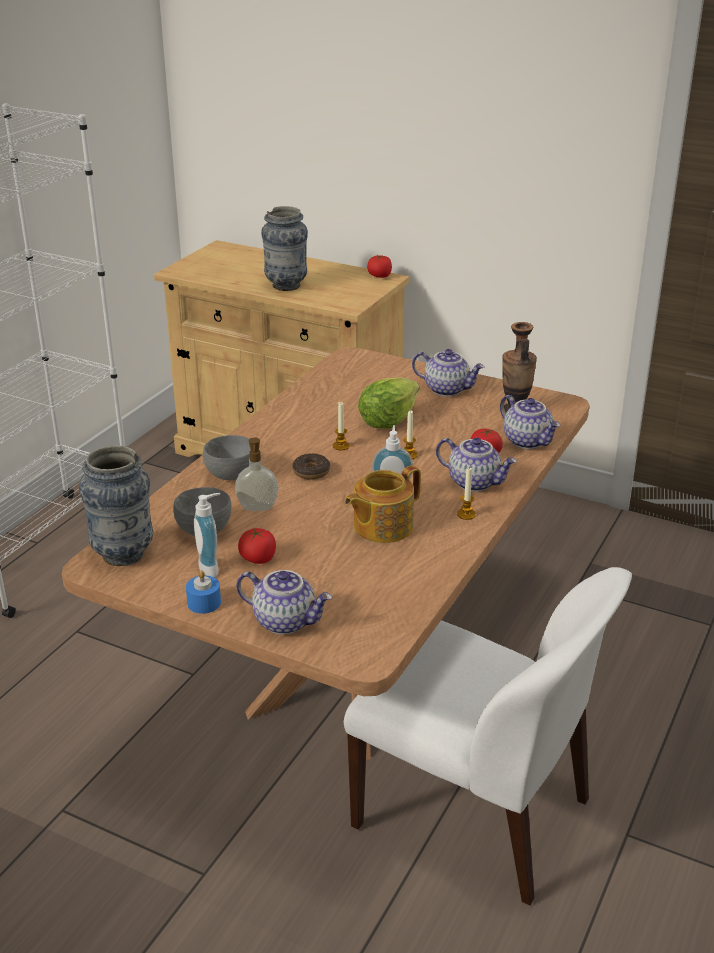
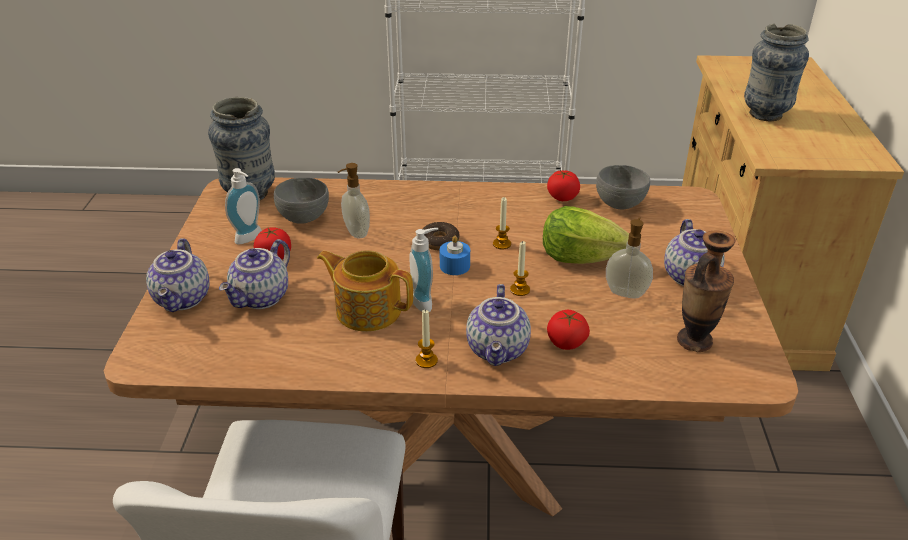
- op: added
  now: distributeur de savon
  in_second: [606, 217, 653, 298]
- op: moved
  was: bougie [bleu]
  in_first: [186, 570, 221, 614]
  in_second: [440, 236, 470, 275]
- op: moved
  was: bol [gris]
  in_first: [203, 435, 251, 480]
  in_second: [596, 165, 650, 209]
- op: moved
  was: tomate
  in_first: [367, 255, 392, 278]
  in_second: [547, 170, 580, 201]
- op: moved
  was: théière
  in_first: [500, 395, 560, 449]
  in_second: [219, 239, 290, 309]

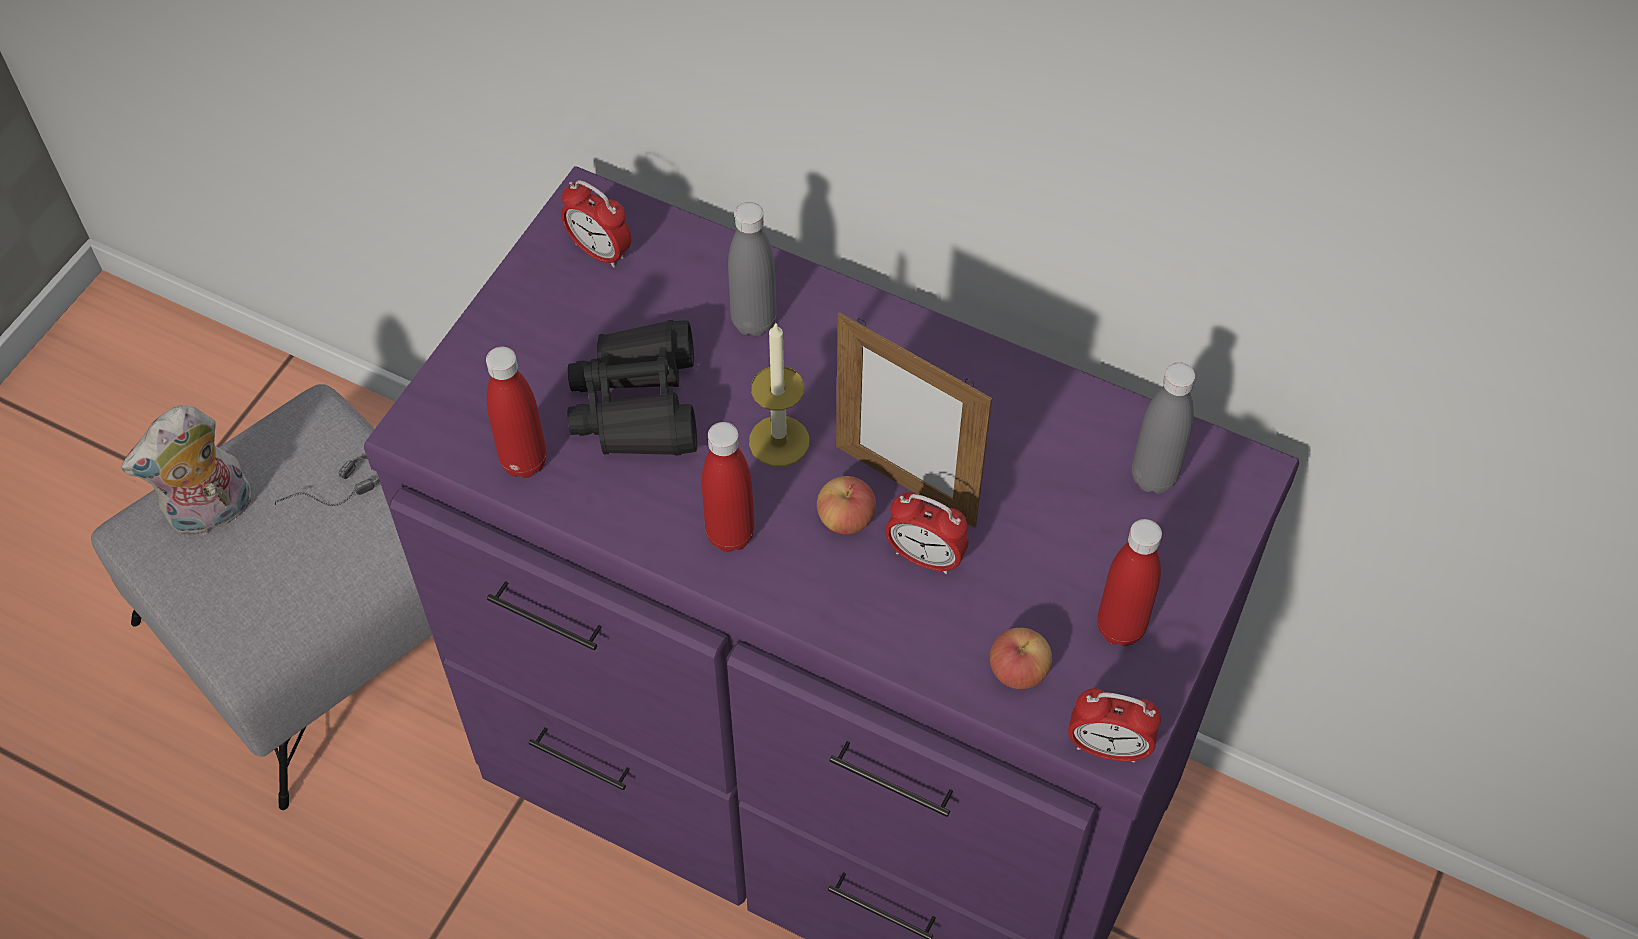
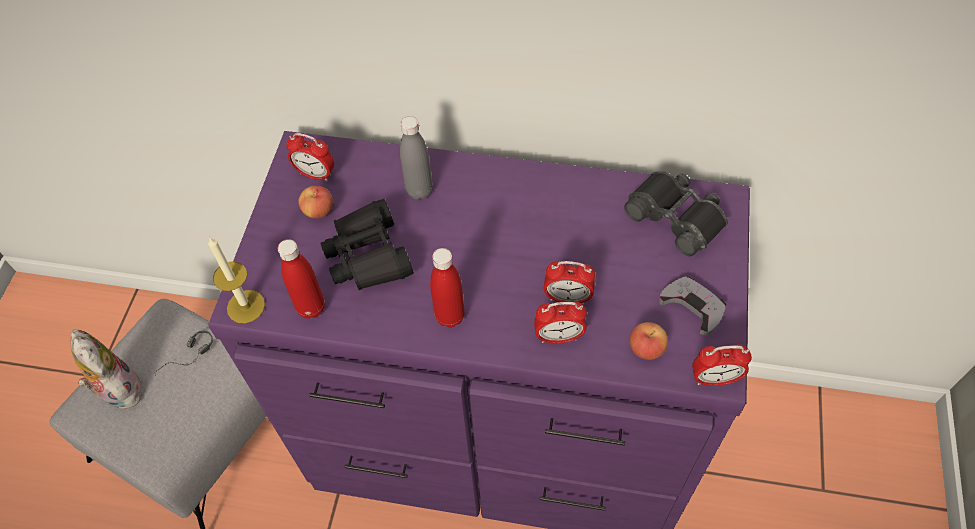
- op: removed
  was: cadre photo
  in_first: [836, 312, 992, 528]
- op: added
  now: réveil
  in_second: [534, 301, 587, 343]
- op: moved
  was: bougie
  in_first: [749, 322, 809, 467]
  in_second: [208, 237, 265, 323]
- op: moved
  was: pomme
  in_first: [817, 476, 876, 534]
  in_second: [298, 185, 333, 219]
- op: replaced
  was: bouteille [rouge]
  now: manette [gris]
  in_first: [1097, 519, 1162, 646]
  in_second: [658, 276, 726, 336]
- op: replaced
  was: bouteille [gris]
  now: jumelles [noir]
  in_first: [1132, 362, 1195, 494]
  in_second: [624, 171, 728, 257]
- op: turned
  was: peluche
  in_first: [121, 405, 251, 538]
  in_second: [71, 329, 142, 409]
  clockwise: 105

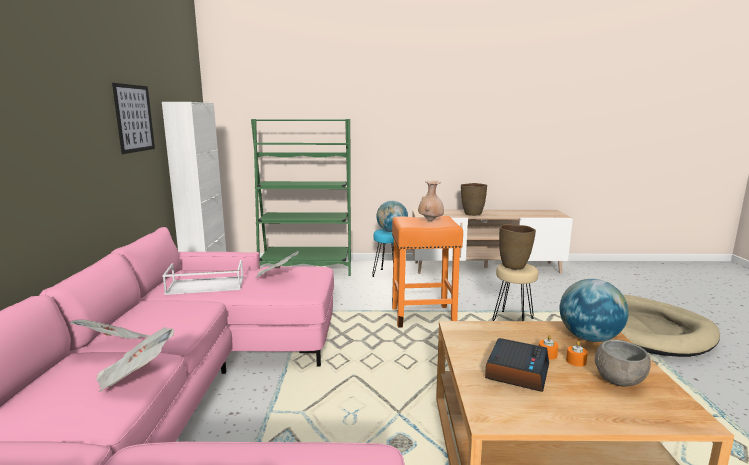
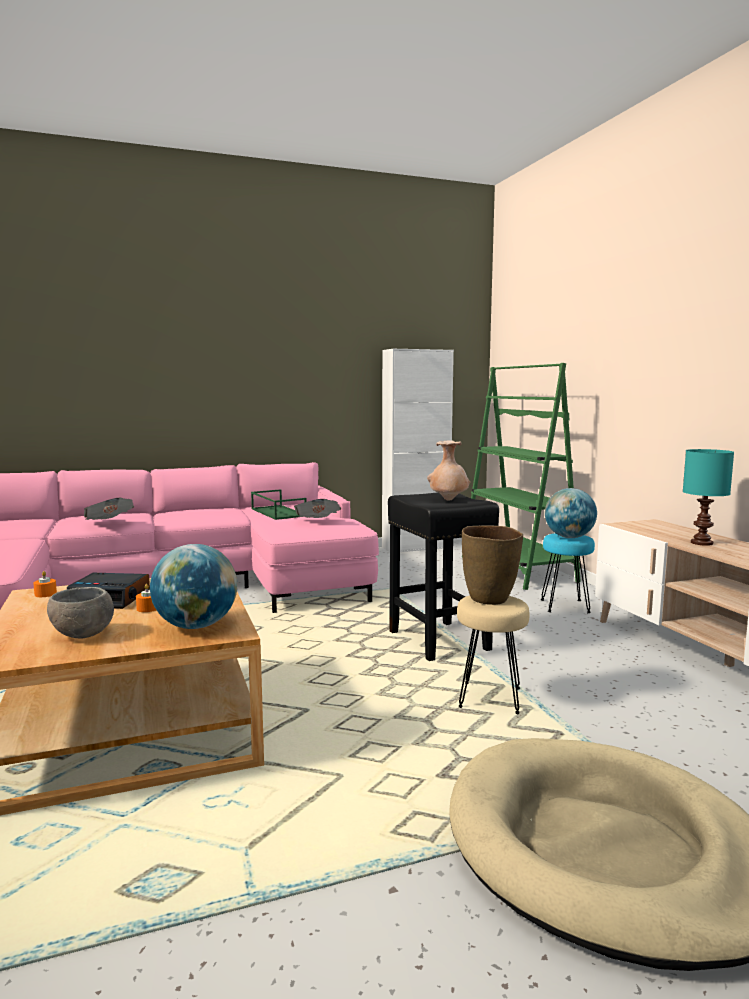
- op: removed
  was: journal
  in_first: [70, 319, 151, 339]
- op: removed
  was: tableau
  in_first: [112, 83, 155, 154]
- op: moved
  was: bougie [orange]
  in_first: [566, 341, 588, 367]
  in_second: [33, 571, 57, 597]
- op: replaced
  was: vase [marron]
  now: lampe de table [turquoise]
  in_first: [461, 183, 487, 216]
  in_second: [683, 449, 734, 546]
- op: recoloured
  was: plateau [blanc]
  now: plateau [vert]
  in_first: [162, 260, 244, 295]
  in_second: [251, 489, 306, 520]
- op: recoloured
  was: tabouret [orange]
  now: tabouret [noir]
  in_first: [392, 216, 463, 328]
  in_second: [388, 492, 499, 661]

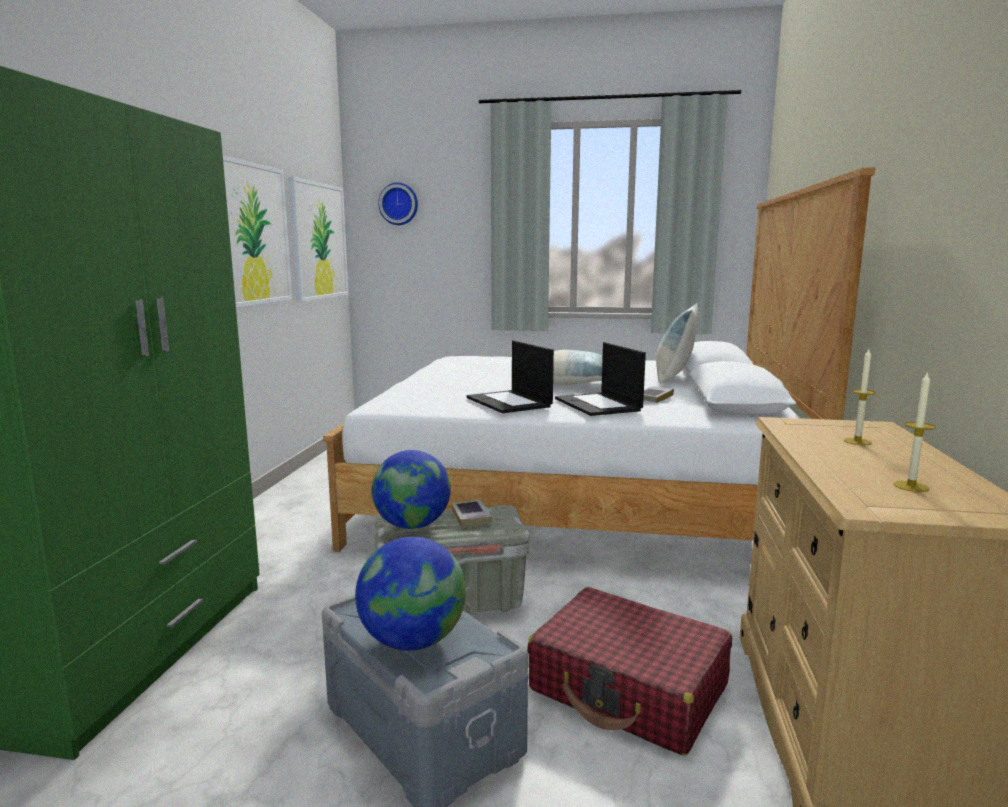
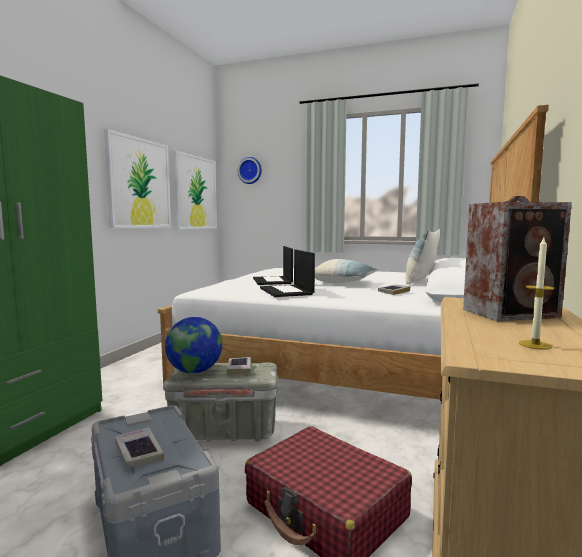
- op: moved
  was: ordinateur portable
  in_first: [555, 342, 646, 416]
  in_second: [253, 246, 293, 285]
- op: replaced
  was: globe
  now: livre
  in_first: [355, 537, 466, 651]
  in_second: [115, 427, 164, 468]
- op: replaced
  was: bougie
  now: enceinte
  in_first: [844, 349, 876, 445]
  in_second: [463, 196, 572, 321]

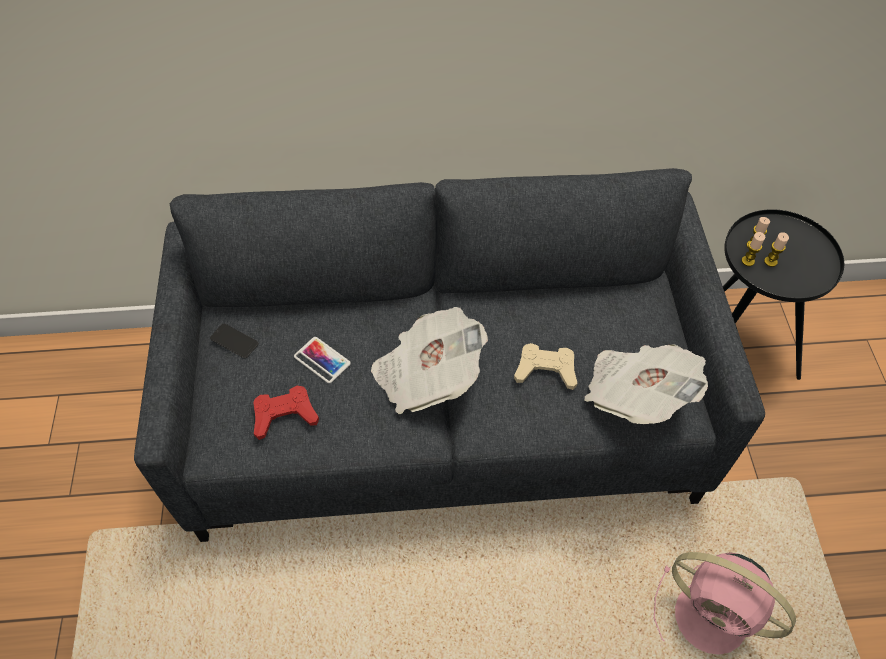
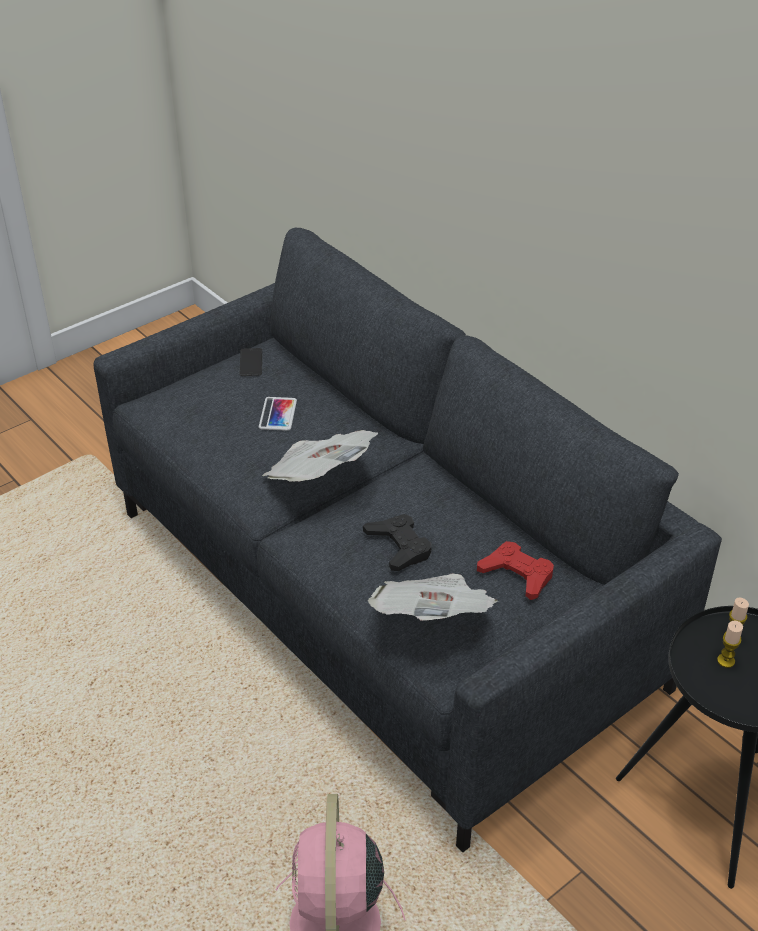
- op: removed
  was: bougie
  in_first: [741, 232, 765, 266]
- op: moved
  was: manette [rouge]
  in_first: [253, 386, 319, 440]
  in_second: [477, 541, 554, 600]
- op: recoloured
  was: manette [beige]
  now: manette [noir]
  in_first: [514, 343, 577, 390]
  in_second: [363, 514, 432, 571]

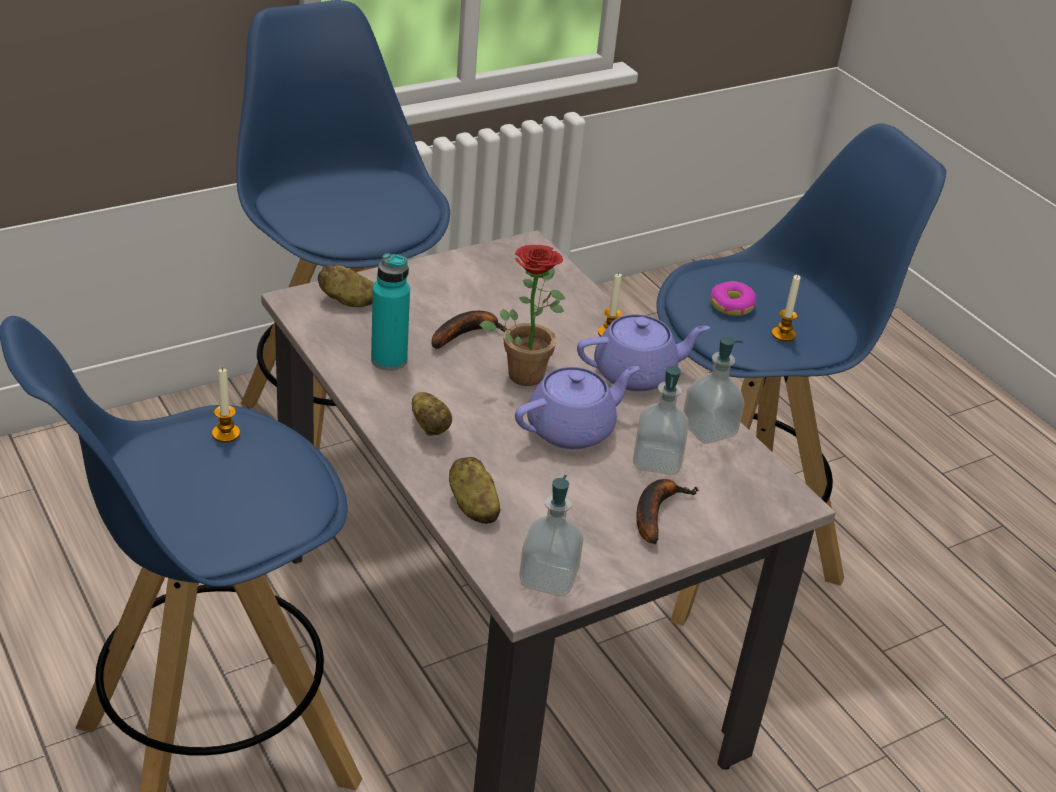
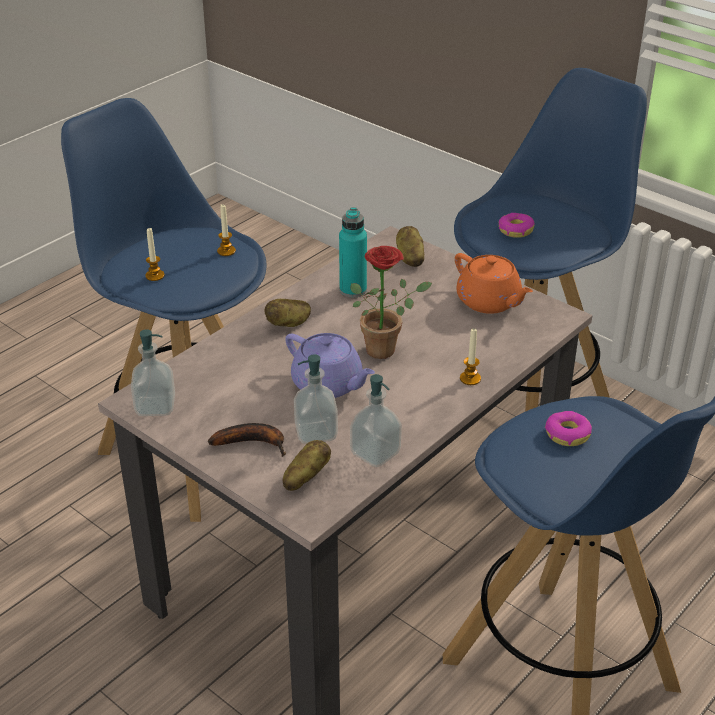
- op: removed
  was: banane
  in_first: [431, 311, 507, 349]
- op: removed
  was: théière [violet]
  in_first: [577, 314, 710, 392]
- op: added
  now: théière [orange]
  in_second: [455, 253, 533, 314]
- op: added
  now: beignet
  in_second: [499, 213, 535, 238]
- op: moved
  was: pomme de terre
  in_first: [449, 457, 501, 524]
  in_second: [283, 440, 331, 491]
- op: moved
  was: bougie
  in_first: [772, 275, 801, 342]
  in_second: [145, 228, 165, 281]

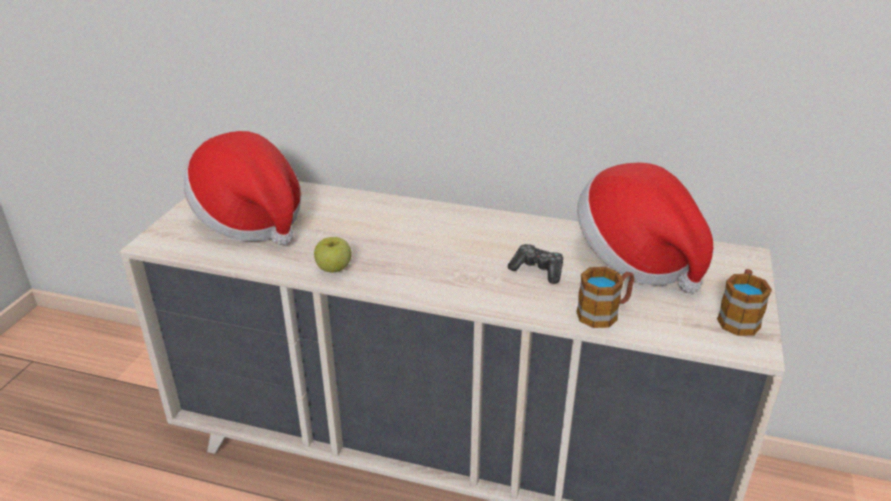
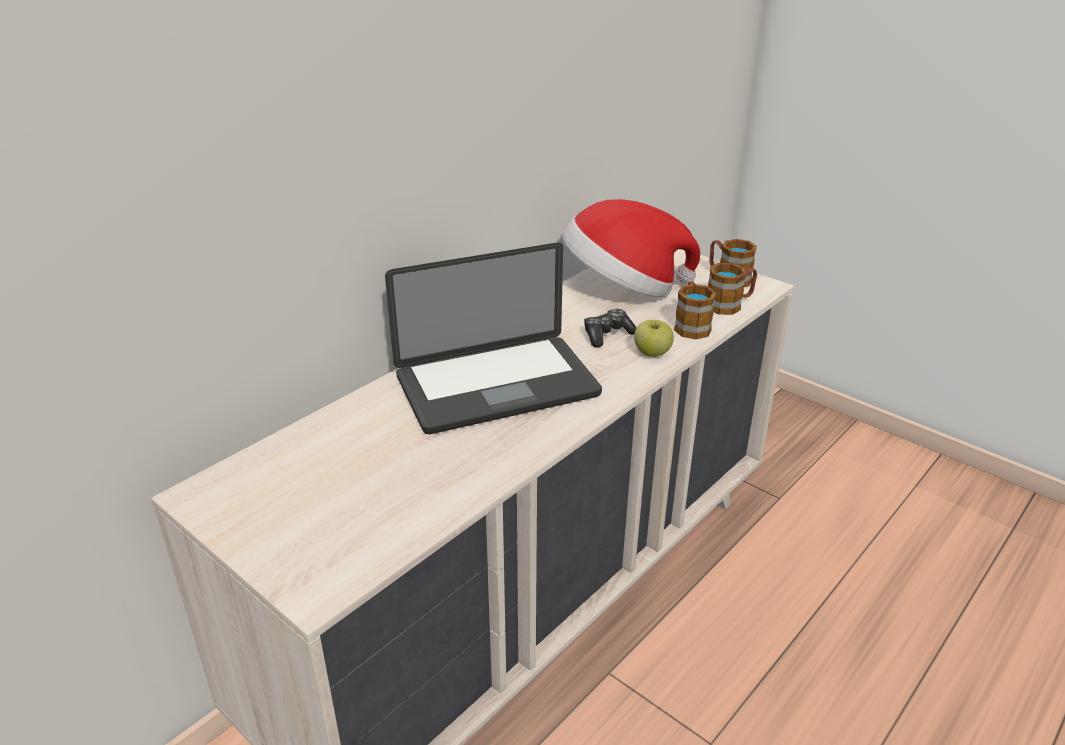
- op: removed
  was: chapeau
  in_first: [184, 131, 302, 245]
- op: added
  now: ordinateur portable
  in_second: [385, 243, 602, 434]
- op: added
  now: mug
  in_second: [708, 263, 757, 315]
- op: moved
  was: pomme
  in_first: [314, 237, 352, 273]
  in_second: [634, 320, 674, 357]

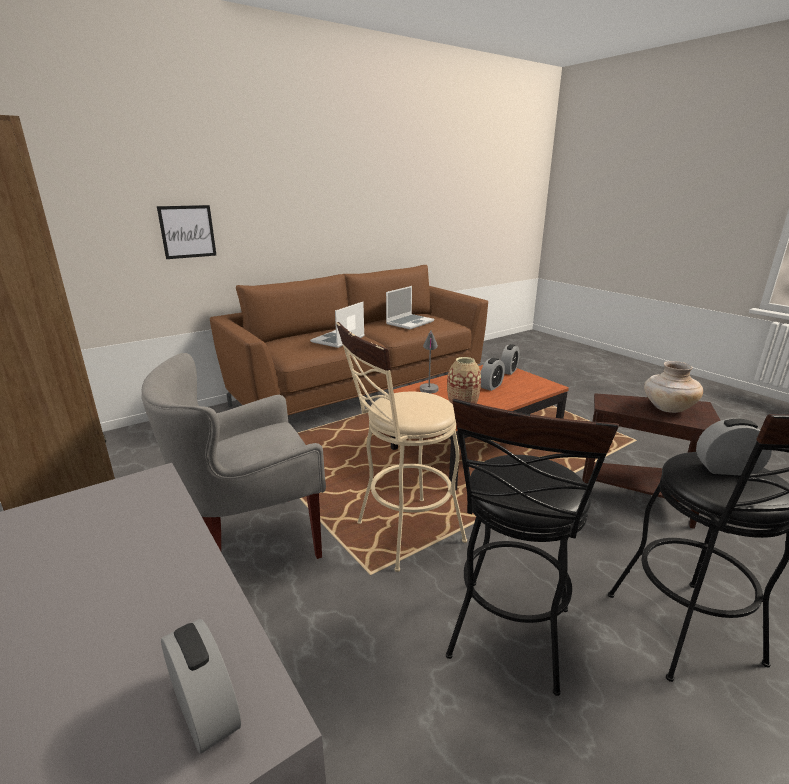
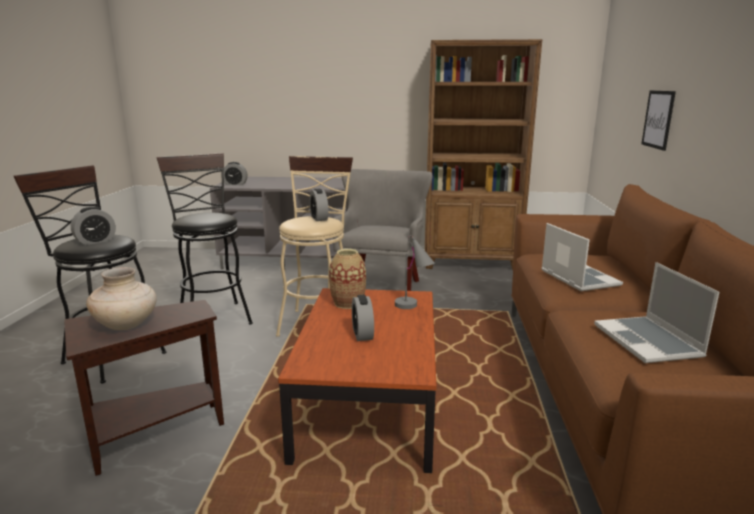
- op: moved
  was: réveil
  in_first: [501, 344, 519, 375]
  in_second: [310, 189, 328, 221]

